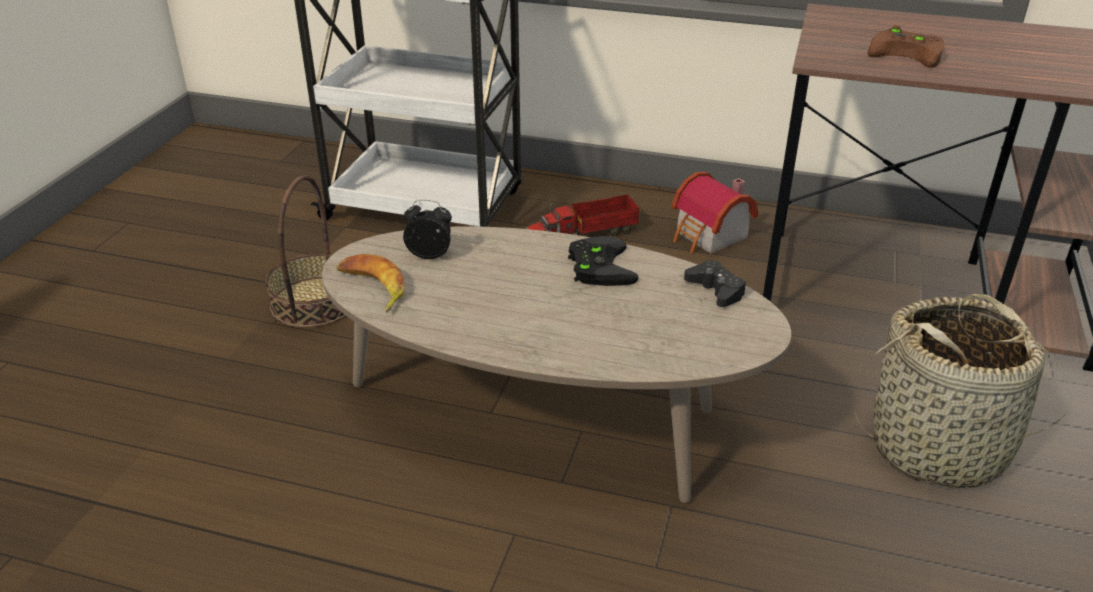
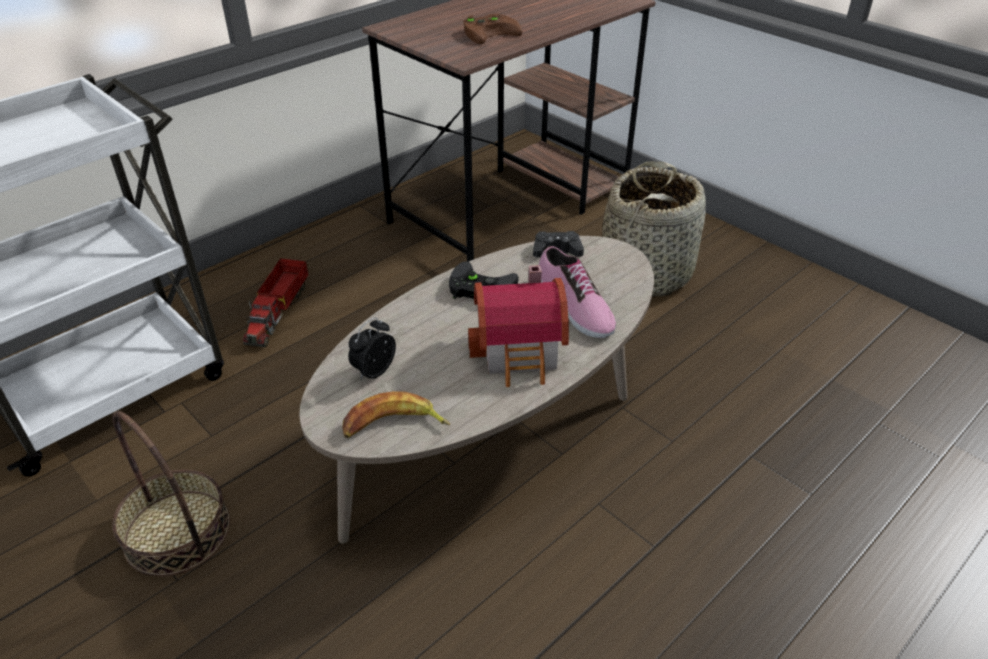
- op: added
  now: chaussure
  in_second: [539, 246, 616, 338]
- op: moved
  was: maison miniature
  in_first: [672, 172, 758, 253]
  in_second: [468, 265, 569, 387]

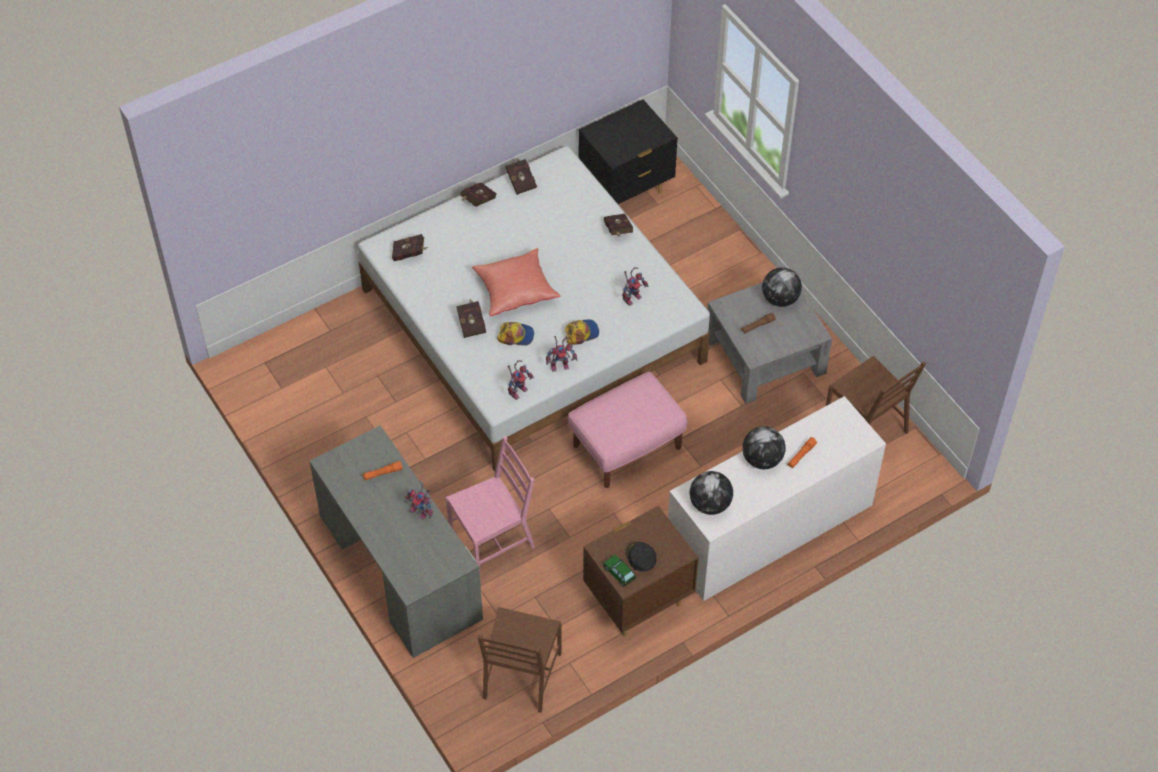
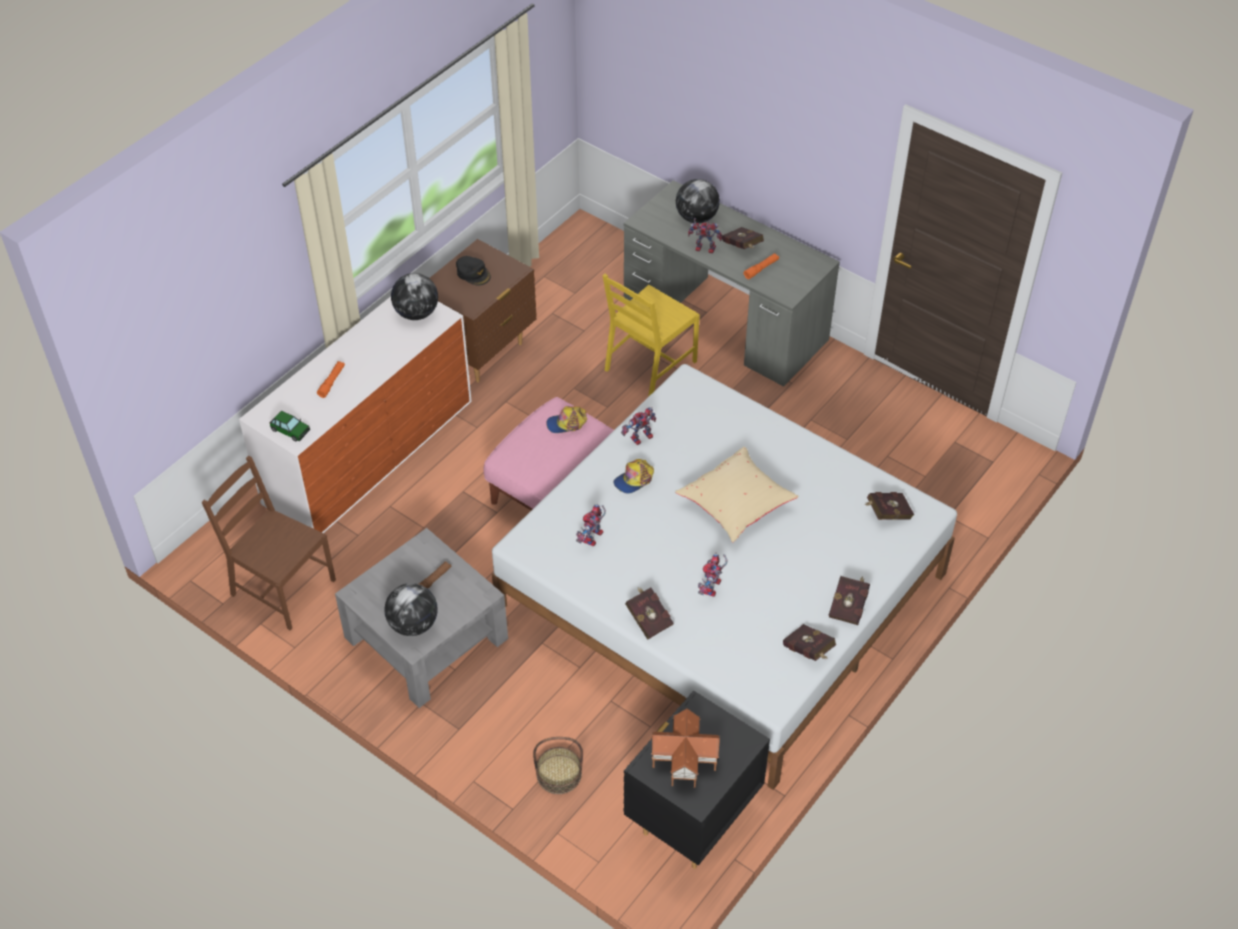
- op: removed
  was: chaise [marron]
  in_first: [478, 607, 561, 713]
- op: added
  now: panier
  in_second: [533, 737, 583, 794]
- op: added
  now: maison miniature
  in_second: [651, 708, 720, 787]
- op: moved
  was: livre [rouge]
  in_first: [456, 299, 486, 338]
  in_second: [722, 227, 764, 249]
- op: moved
  was: casquette
  in_first: [497, 322, 534, 346]
  in_second: [546, 406, 587, 433]
- op: moved
  was: robot jouet
  in_first: [508, 360, 534, 400]
  in_second: [698, 553, 728, 597]
- op: moved
  was: petite voiture
  in_first: [603, 555, 636, 587]
  in_second: [270, 411, 310, 441]
- op: moved
  was: globe
  in_first: [742, 426, 786, 469]
  in_second: [676, 179, 720, 223]
- op: recoloured
  was: chaise [rose]
  now: chaise [jaune]
  in_first: [446, 436, 535, 571]
  in_second: [603, 274, 700, 397]
- op: recoloured
  was: coussin [rouge]
  now: coussin [beige]
  in_first: [472, 248, 560, 316]
  in_second: [675, 447, 798, 542]

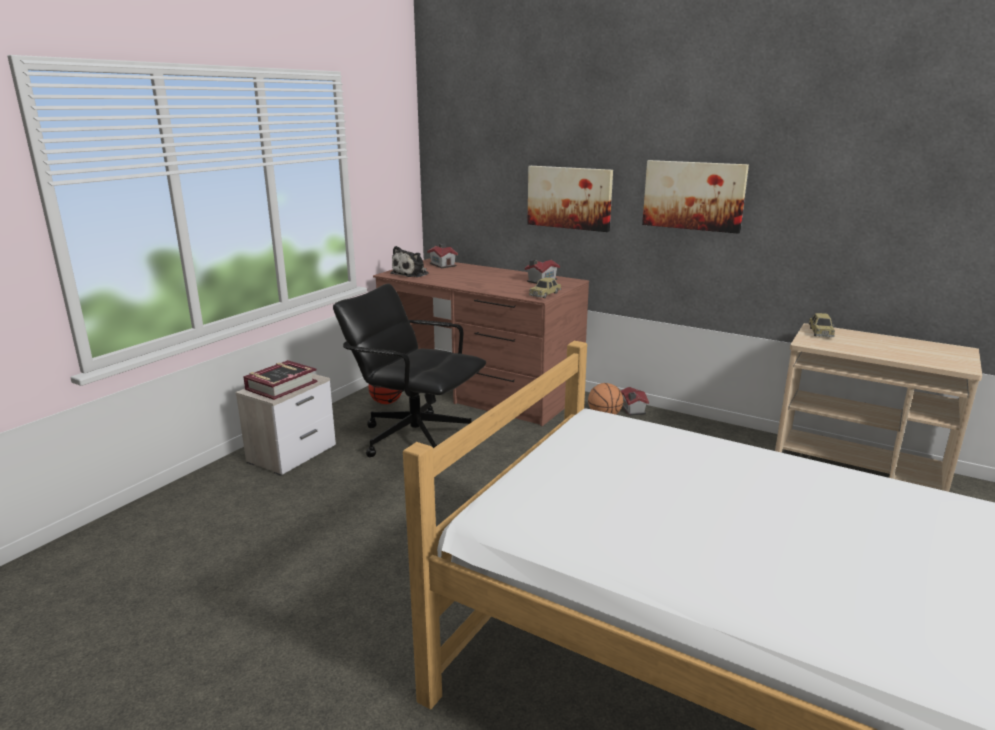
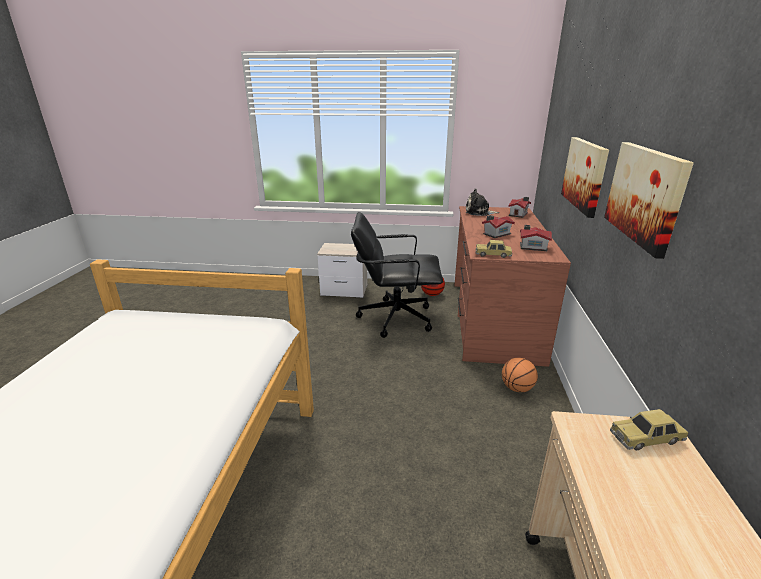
- op: removed
  was: livre
  in_first: [243, 360, 318, 400]
- op: moved
  was: maison miniature
  in_first: [621, 387, 649, 416]
  in_second: [482, 215, 515, 238]
- op: turned
  was: chaise de bureau [noir]
  in_first: [333, 284, 486, 457]
  in_second: [351, 212, 443, 338]
  clockwise: -90

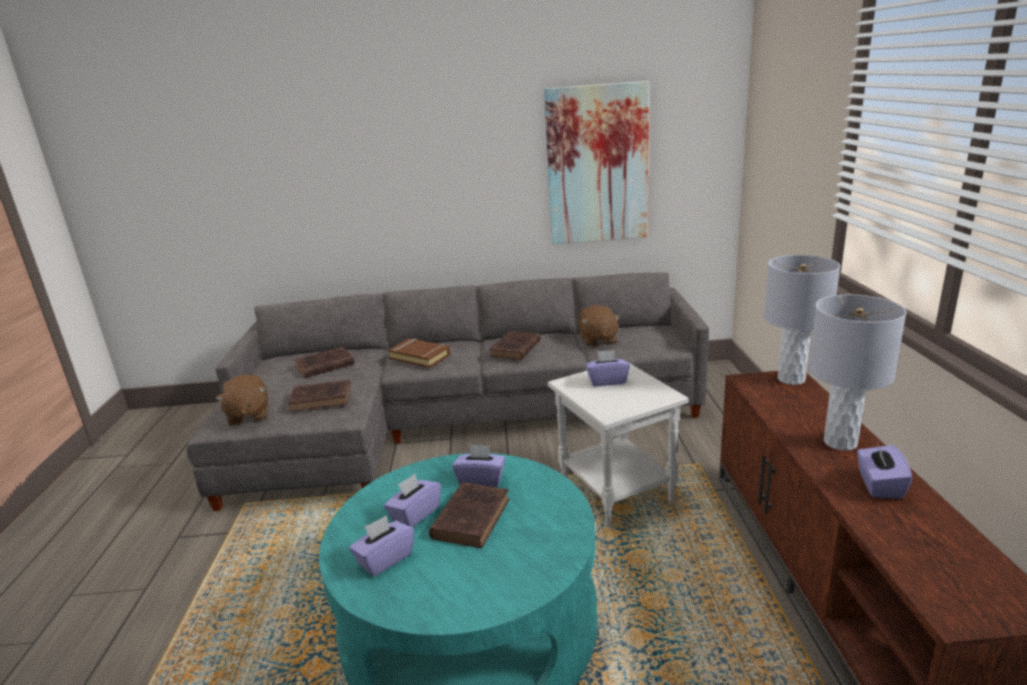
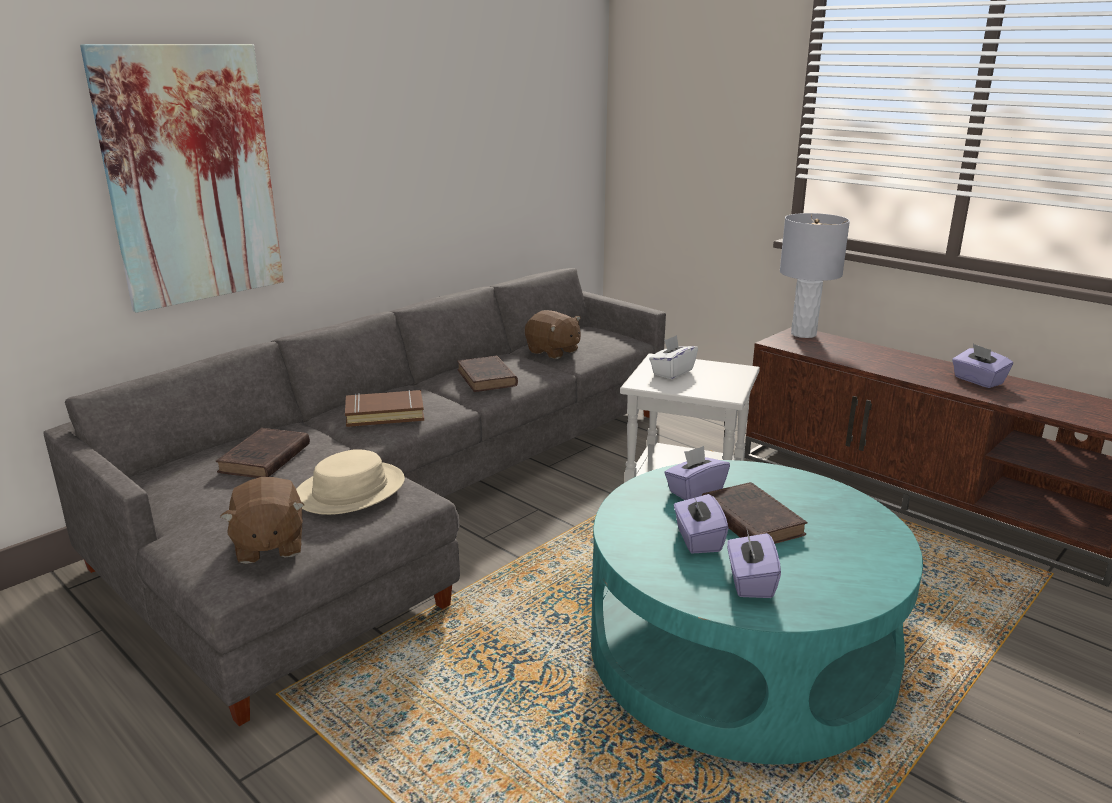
- op: removed
  was: lampe de table [gris]
  in_first: [808, 295, 906, 451]
- op: moved
  was: tableau
  in_first: [544, 81, 649, 245]
  in_second: [80, 44, 284, 313]
- op: replaced
  was: livre [marron]
  now: chapeau [beige]
  in_first: [288, 380, 350, 412]
  in_second: [296, 449, 405, 515]
- op: recoloured
  was: boîte à mouchoirs [violet]
  now: boîte à mouchoirs [blanc]
  in_first: [585, 350, 630, 386]
  in_second: [649, 335, 698, 379]
- op: turned
  was: peluche [marron]
  in_first: [215, 375, 268, 426]
  in_second: [220, 477, 304, 564]
  clockwise: 45

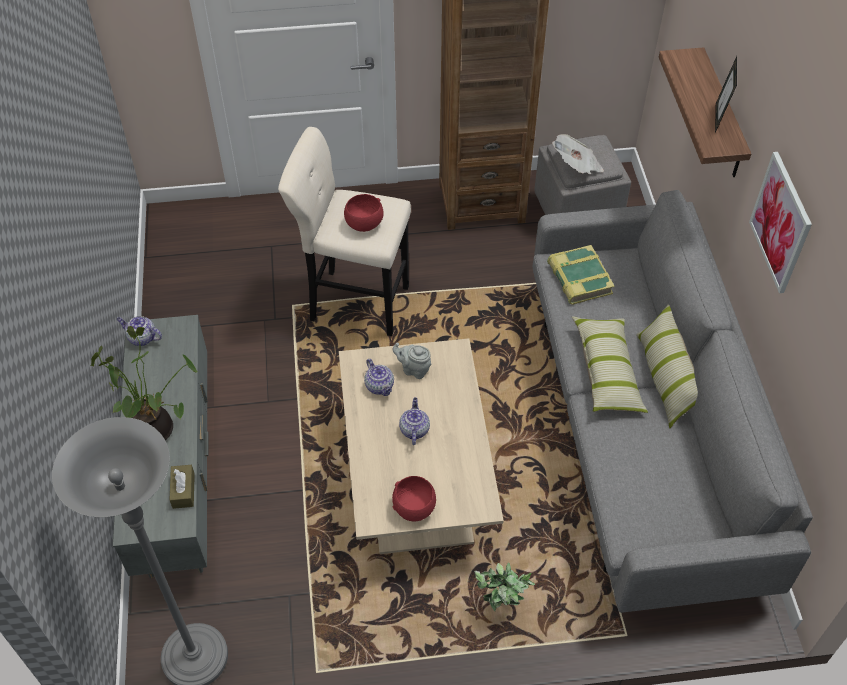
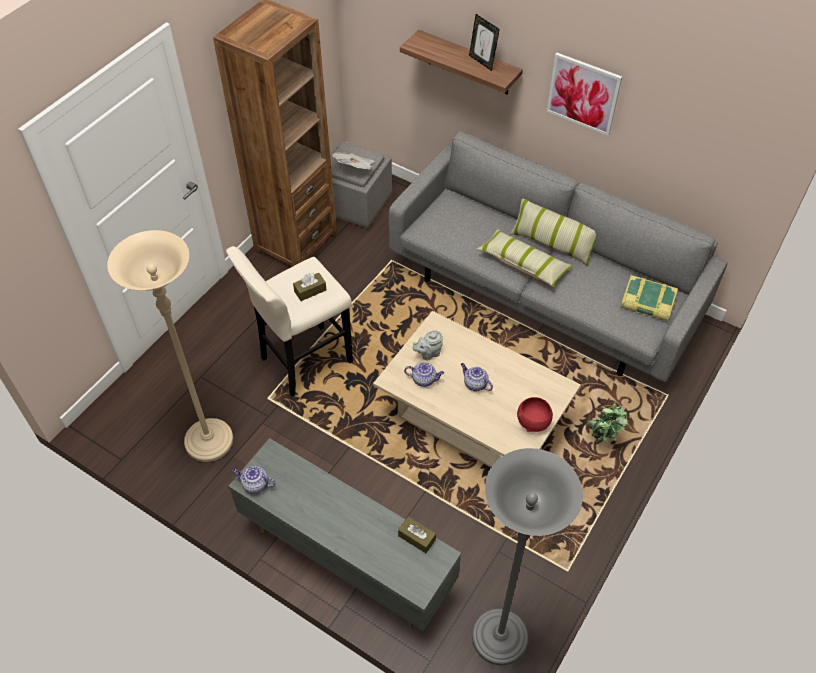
- op: removed
  was: plante en pot
  in_first: [90, 326, 198, 440]
- op: added
  now: lampadaire [beige]
  in_second: [107, 230, 233, 462]
- op: moved
  was: livre
  in_first: [547, 245, 614, 305]
  in_second: [620, 275, 678, 322]
- op: replaced
  was: bol [rouge]
  now: boîte à mouchoirs [marron]
  in_first: [344, 194, 384, 232]
  in_second: [293, 272, 327, 301]
- op: turned
  was: théière
  in_first: [117, 316, 162, 346]
  in_second: [232, 466, 276, 494]
  clockwise: 45

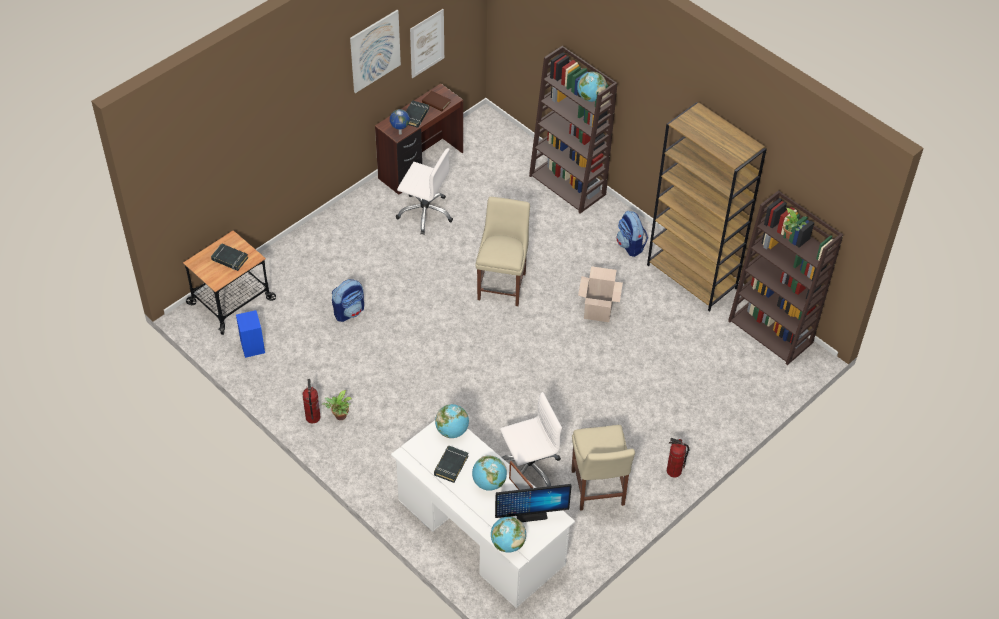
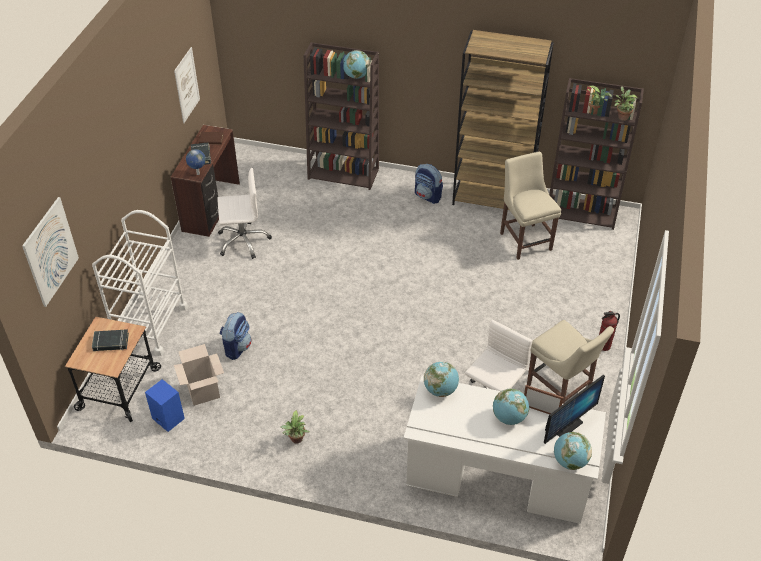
- op: removed
  was: extincteur
  in_first: [302, 379, 320, 423]
- op: removed
  was: livre [noir]
  in_first: [434, 446, 468, 483]
- op: added
  now: chariot [blanc]
  in_second: [92, 210, 188, 356]
- op: added
  now: plante en pot
  in_second: [614, 86, 638, 121]
- op: moved
  was: tableau
  in_first: [350, 10, 401, 93]
  in_second: [22, 197, 79, 307]
- op: moved
  was: chaise [beige]
  in_first: [475, 197, 530, 306]
  in_second: [500, 152, 561, 260]
- op: moved
  was: carton
  in_first: [578, 266, 623, 322]
  in_second: [174, 344, 224, 406]

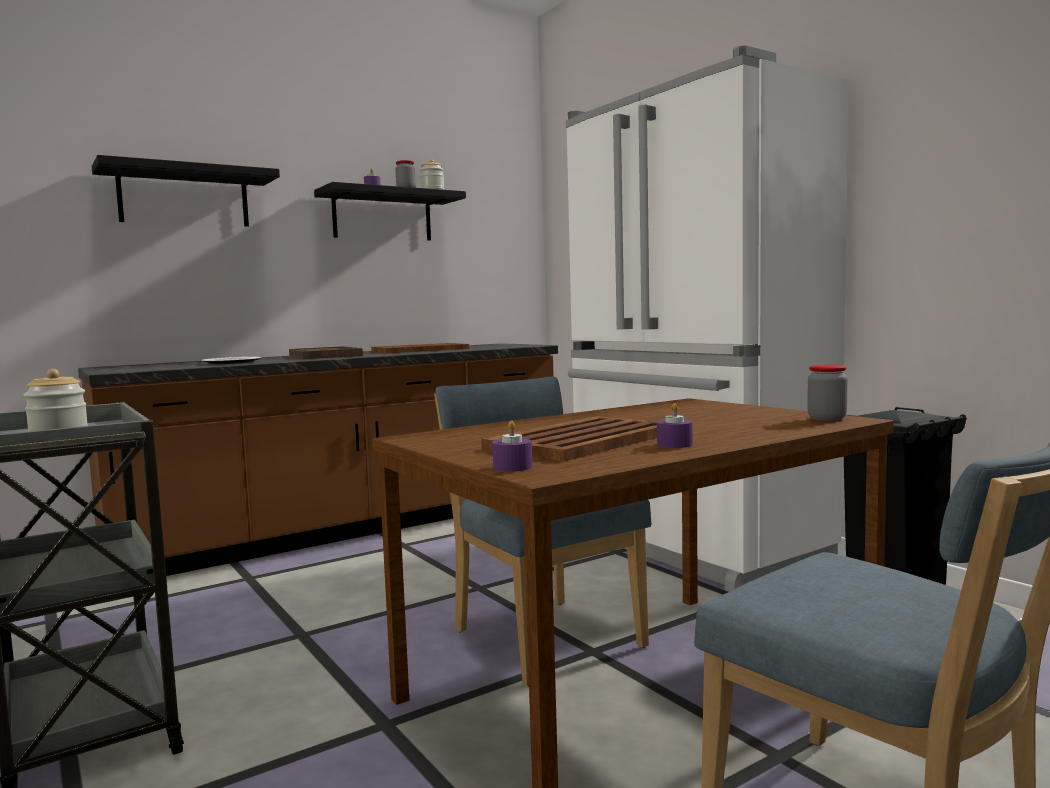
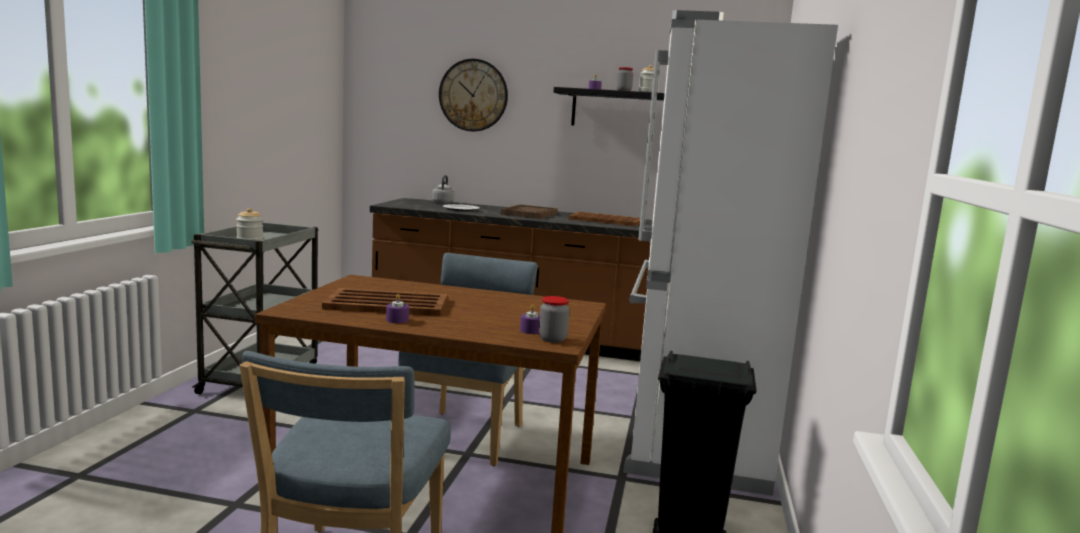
- op: added
  now: bouilloire [gris]
  in_second: [432, 175, 455, 204]
- op: moved
  was: bougie [violet]
  in_first: [492, 420, 533, 472]
  in_second: [520, 304, 540, 334]
- op: replaced
  was: étagère [noir]
  now: horloge murale
  in_first: [92, 155, 280, 227]
  in_second: [439, 59, 508, 131]

